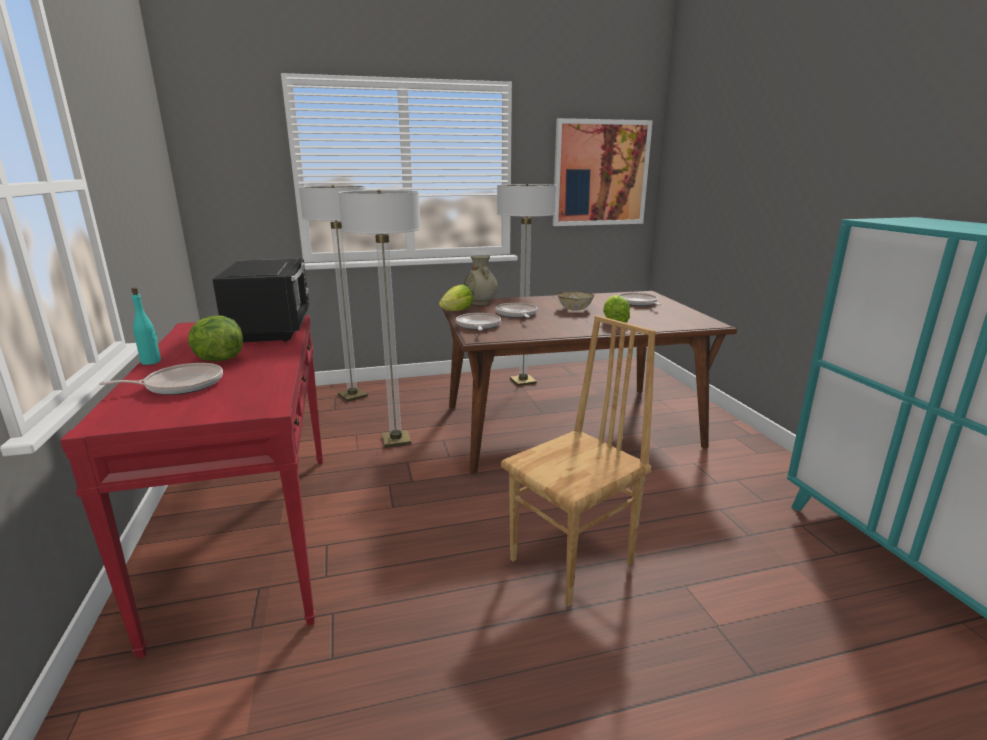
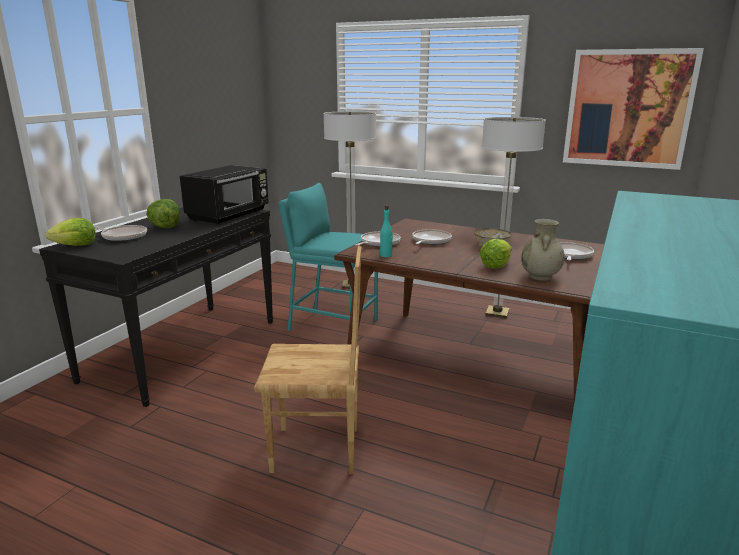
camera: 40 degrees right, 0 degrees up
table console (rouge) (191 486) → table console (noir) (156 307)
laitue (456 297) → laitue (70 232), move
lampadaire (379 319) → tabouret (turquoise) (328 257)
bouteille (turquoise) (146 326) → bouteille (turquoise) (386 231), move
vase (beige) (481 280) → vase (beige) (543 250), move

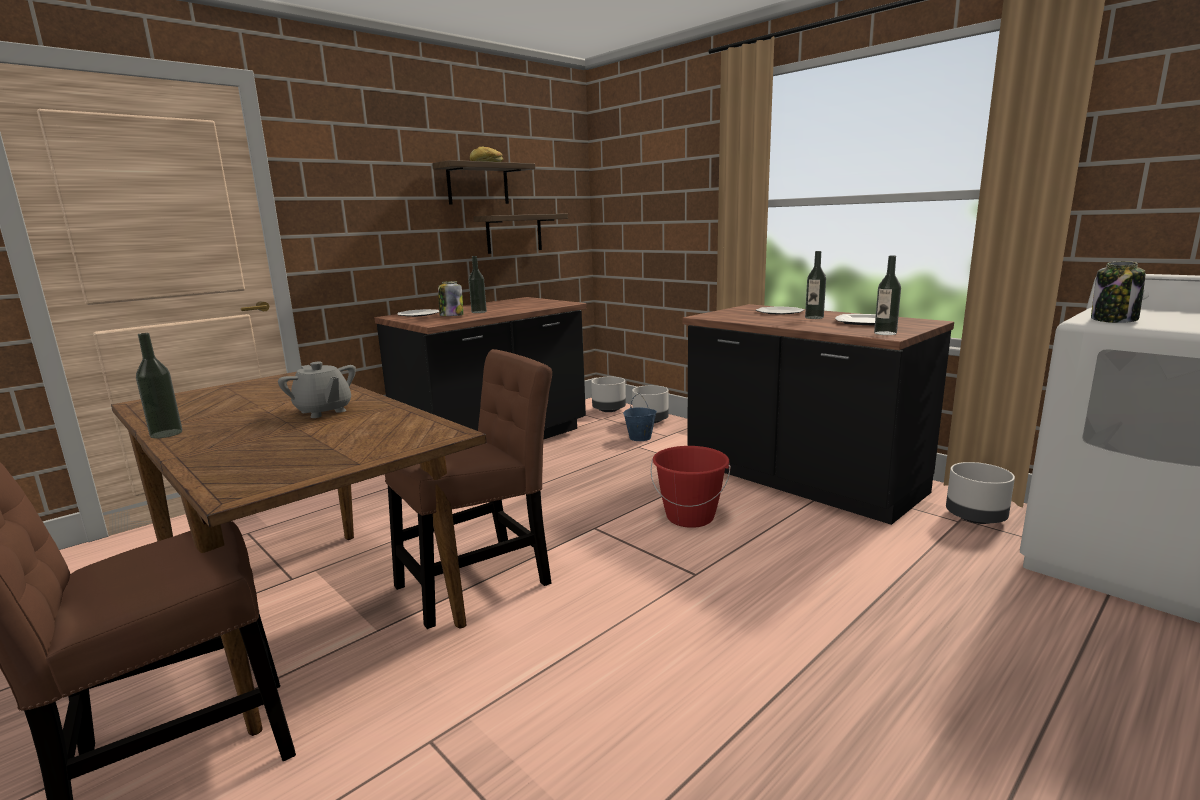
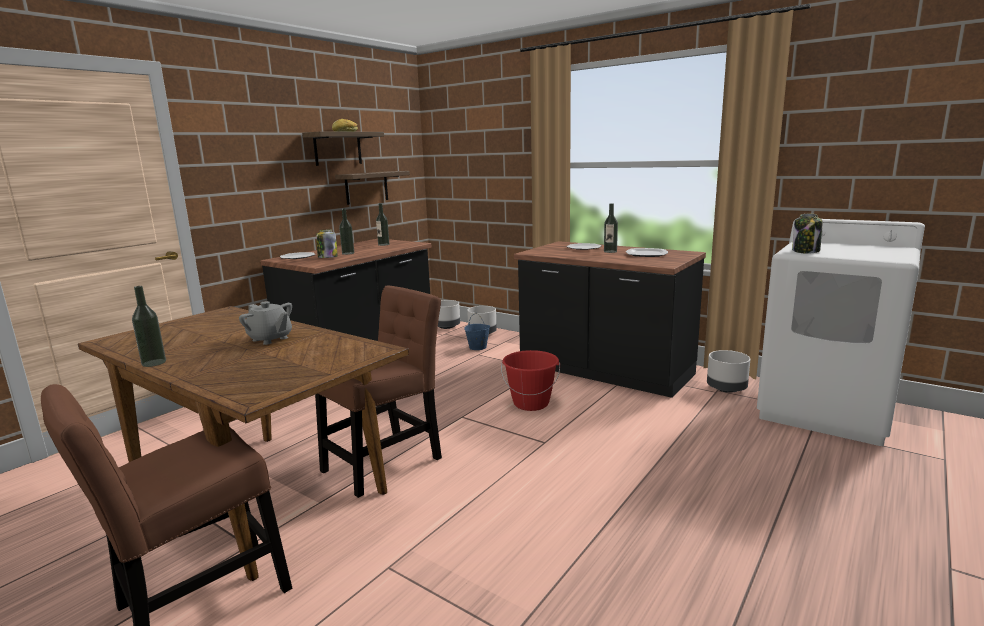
camera: 10 degrees left, 0 degrees up
bouteille (887 295) → bouteille (382 224), move

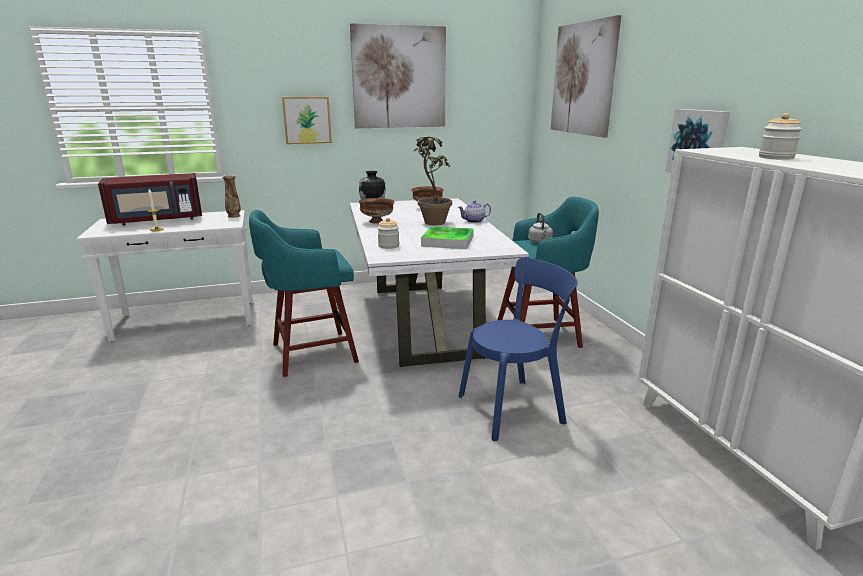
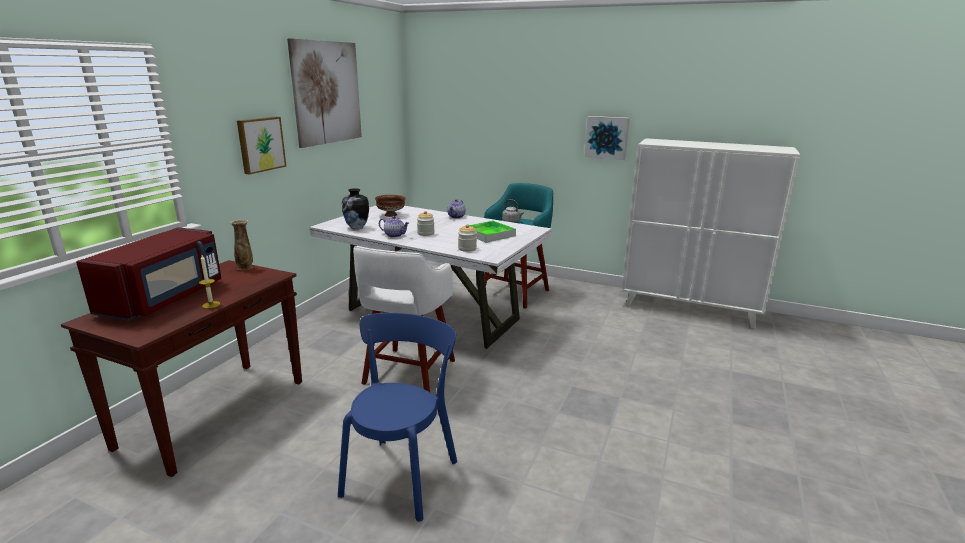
camera: 50 degrees left, 0 degrees up
table console (blanc) (165 276) → table console (marron) (181 368)
chaise (bleu) (518 349) → chaise (bleu) (397 417), move
tabouret (turquoise) (304 293) → tabouret (blanc) (404 319)
bol (marron) (376 211) → théière (394 227)
bocal (780 136) → bocal (426 223), move
plante en pot (433 181) → -
tableau (586 76) → -

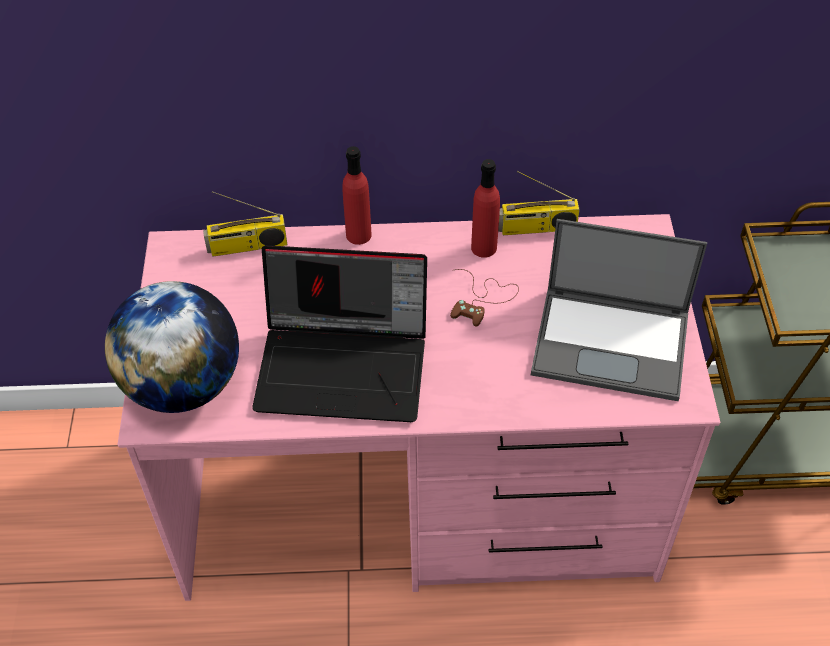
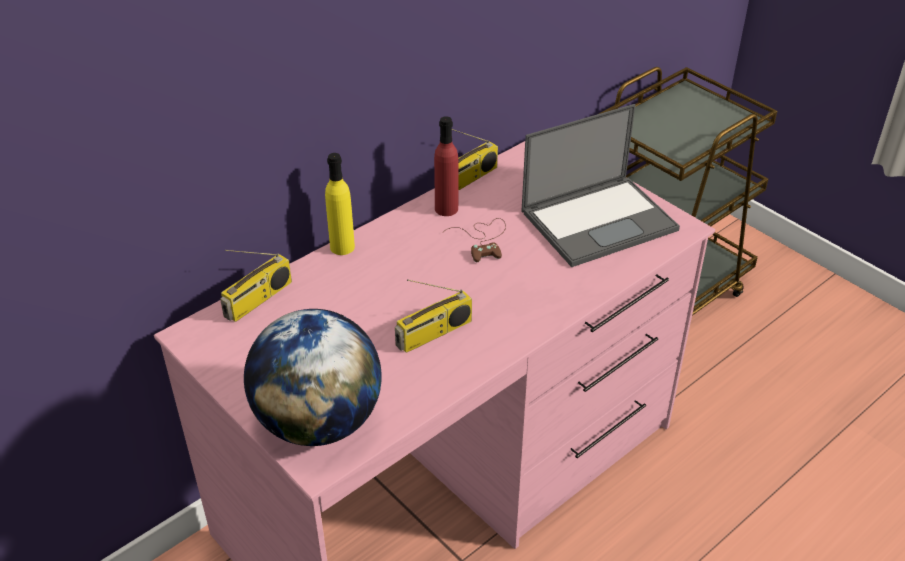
camera: 40 degrees left, 10 degrees down
bouteille (rouge) (357 195) → bouteille (jaune) (340 204)
ordinateur portable (339 333) → radio (433 316)

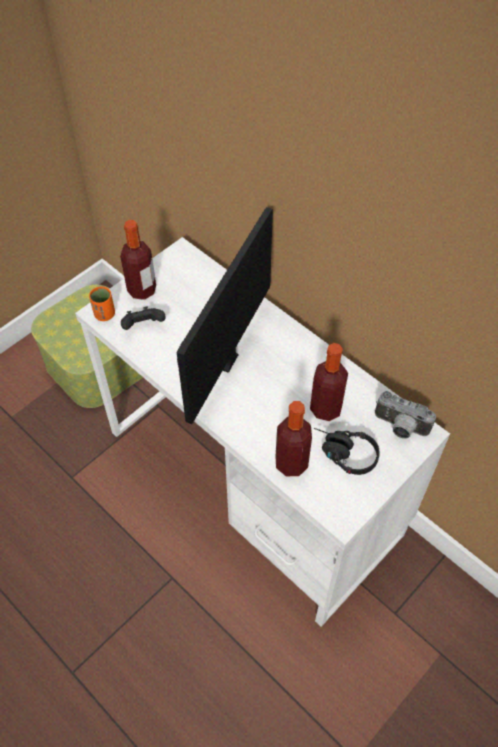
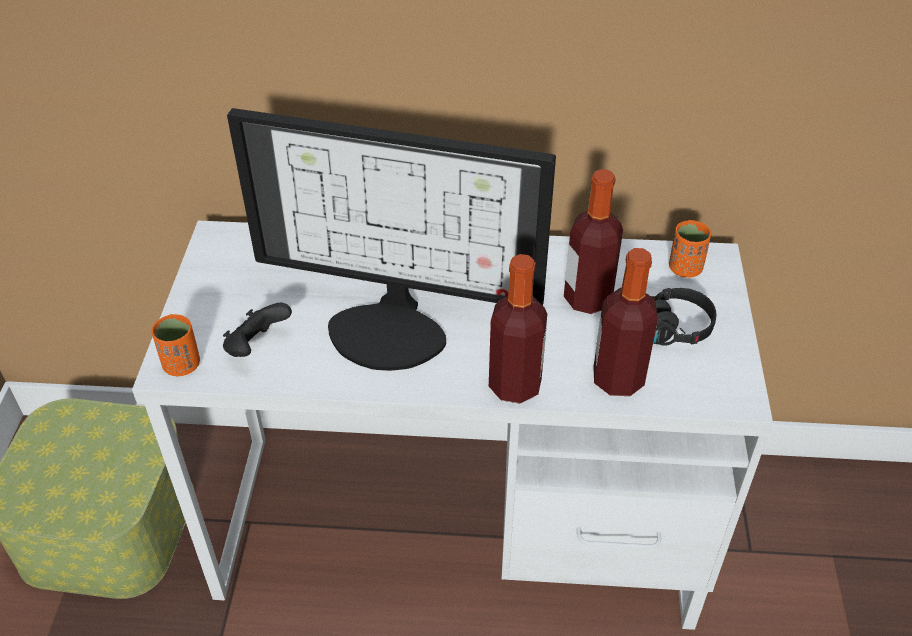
camera: 40 degrees left, 10 degrees down
écran d'ordinateur (225 315) → écran d'ordinateur (391 239), 60 degrees counterclockwise
bouteille (138 260) → bouteille (518 329), move
appareil photo (405 415) → tasse (orange) (690 249)

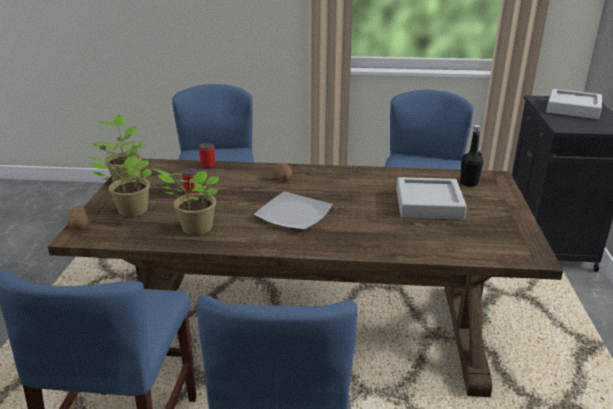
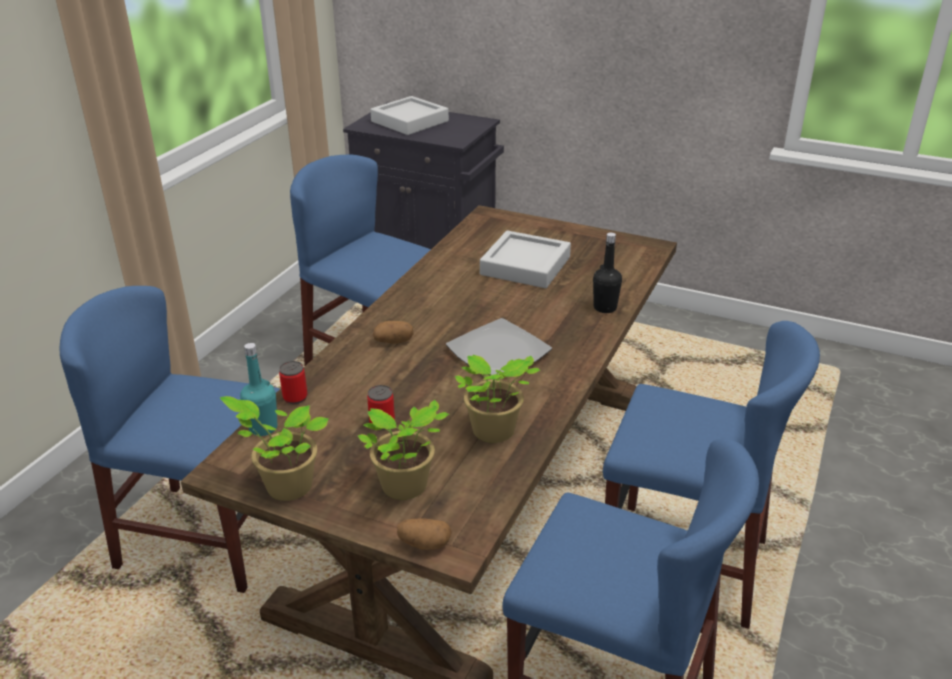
camera: 70 degrees left, 5 degrees up
- → bouteille (turquoise) (258 389)
bouteille (noir) (471 156) → bouteille (noir) (607 272), move

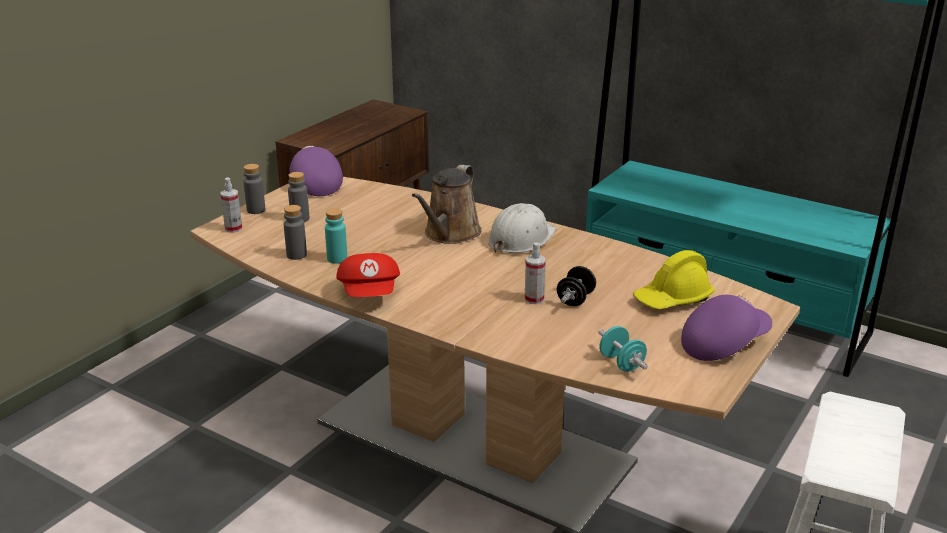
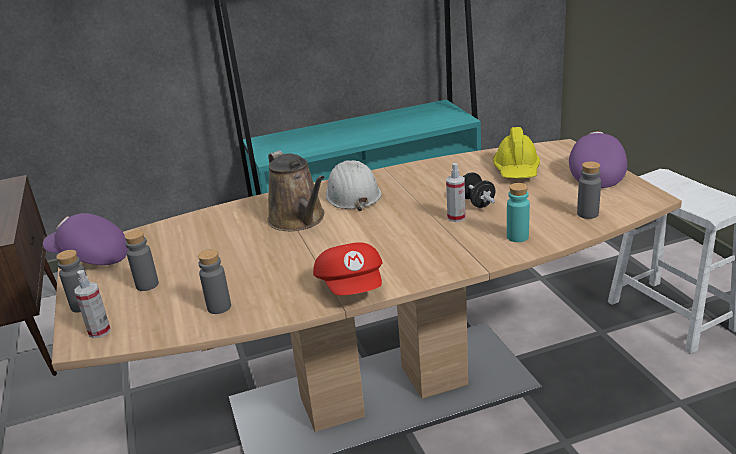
camera: 50 degrees left, 0 degrees up
casquette (rouge) (368 275) → casquette (rouge) (347 268), 45 degrees clockwise
bouteille (turquoise) (336 236) → bouteille (turquoise) (518 212), move
haltère (turquoise) (623 349) → bouteille (gris) (589 190)

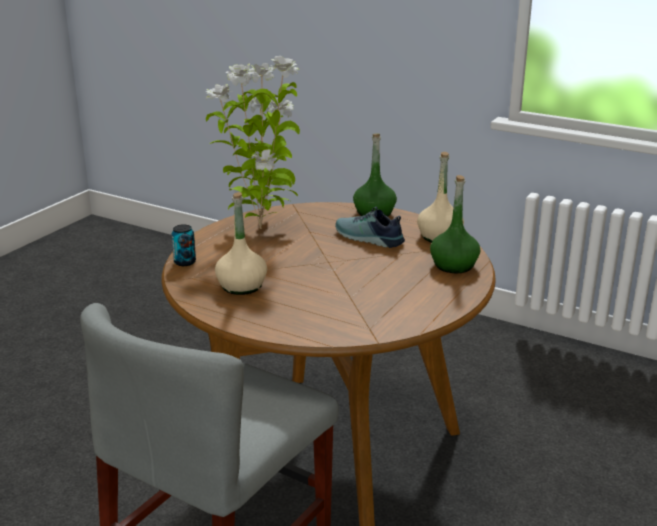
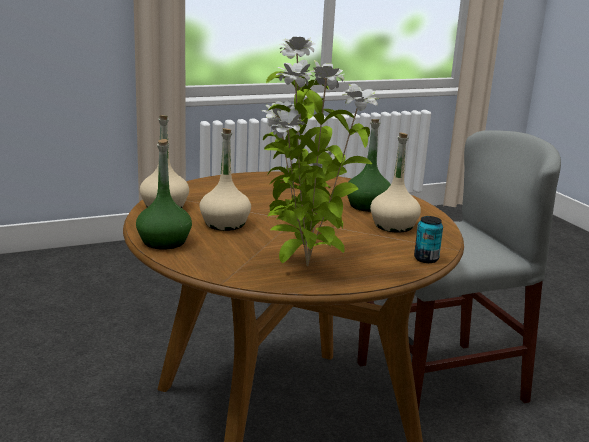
camera: 145 degrees left, 5 degrees down
chaussure (370 227) → bouteille (beige) (225 179)
bouteille (vert) (455 224) → bouteille (vert) (369 165), move

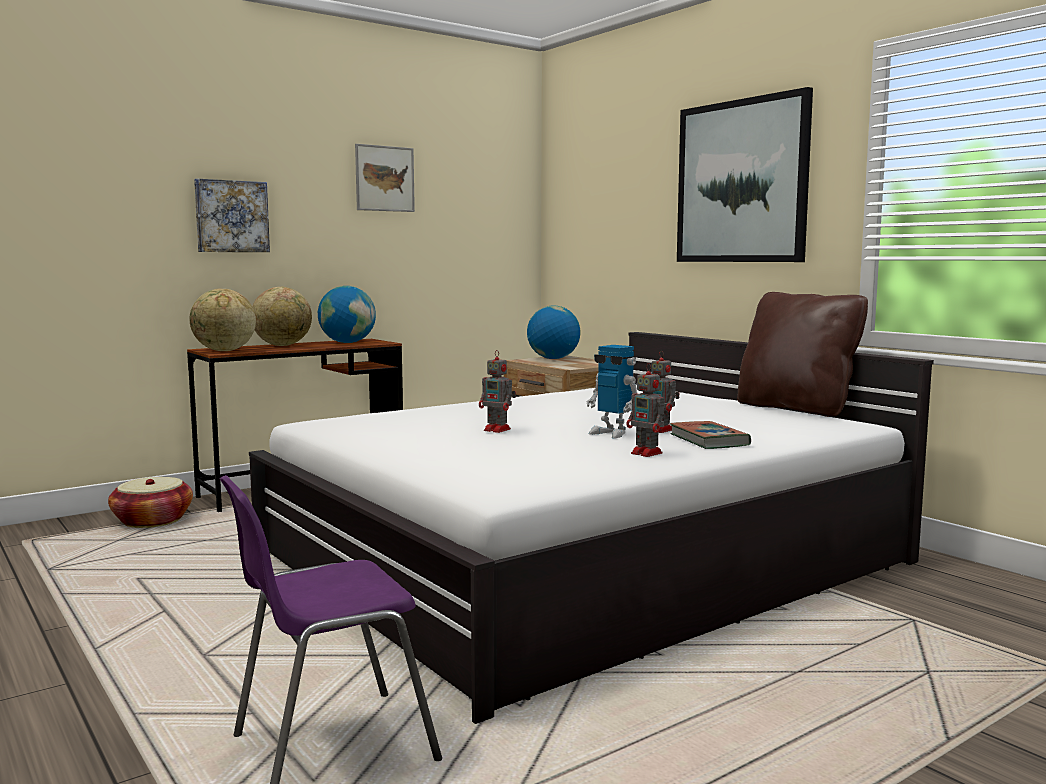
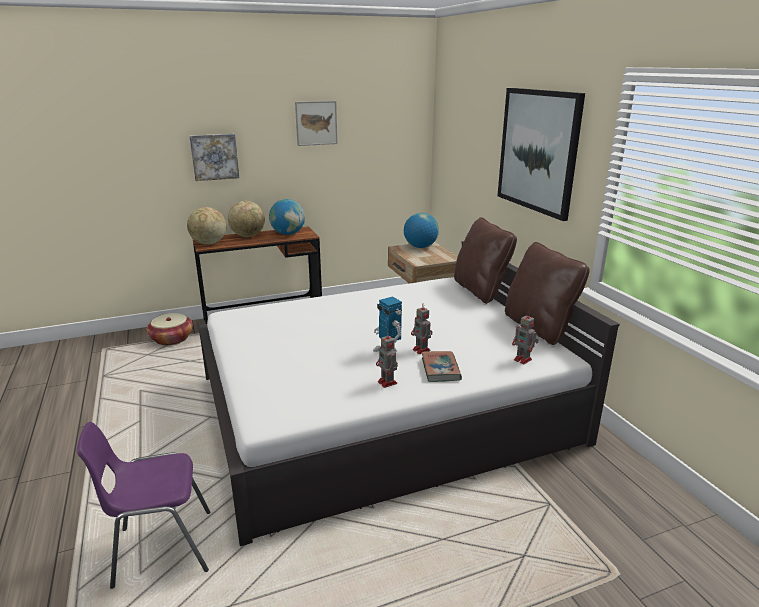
camera: 15 degrees right, 15 degrees up
- → coussin (marron) (485 260)
robot jouet (497 391) → robot jouet (525 338), move

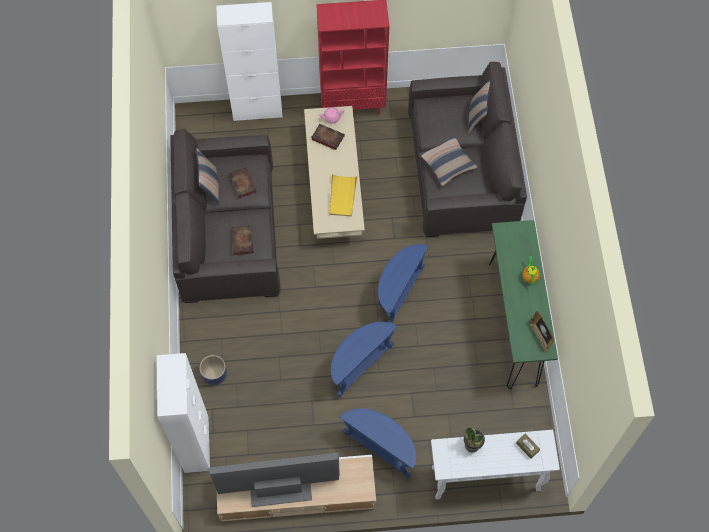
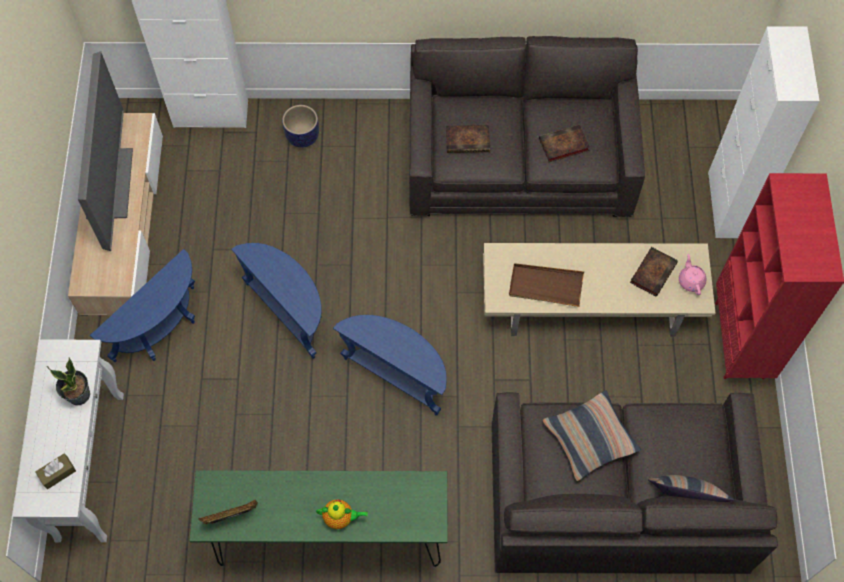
camera: 95 degrees right, 0 degrees up
plateau (jaune) (343 195) → plateau (marron) (546 285)
coussin (207 176) → -

